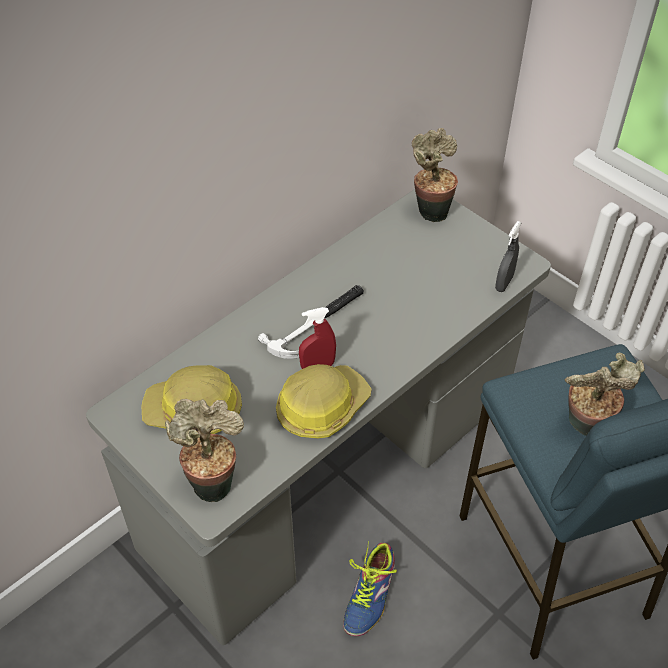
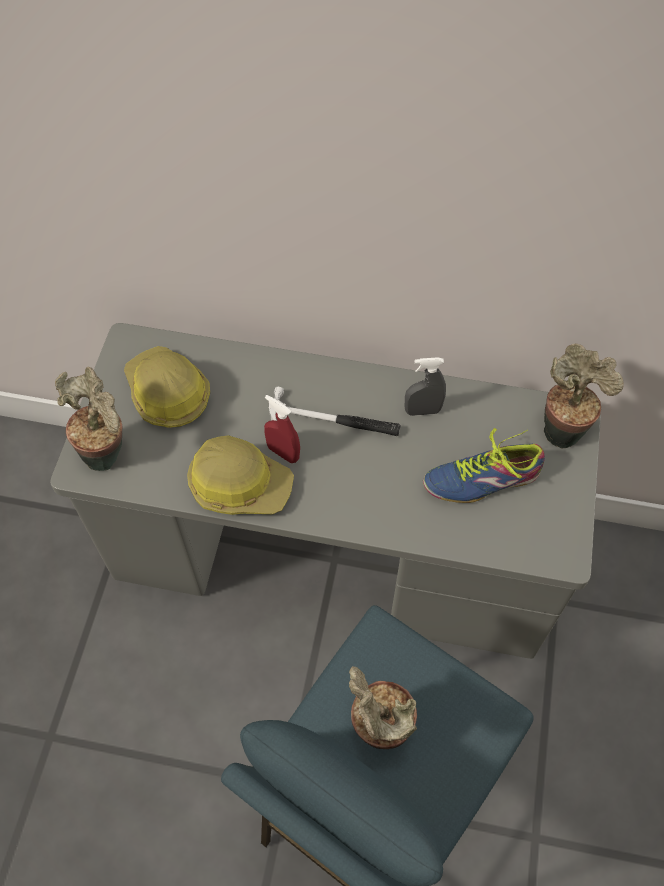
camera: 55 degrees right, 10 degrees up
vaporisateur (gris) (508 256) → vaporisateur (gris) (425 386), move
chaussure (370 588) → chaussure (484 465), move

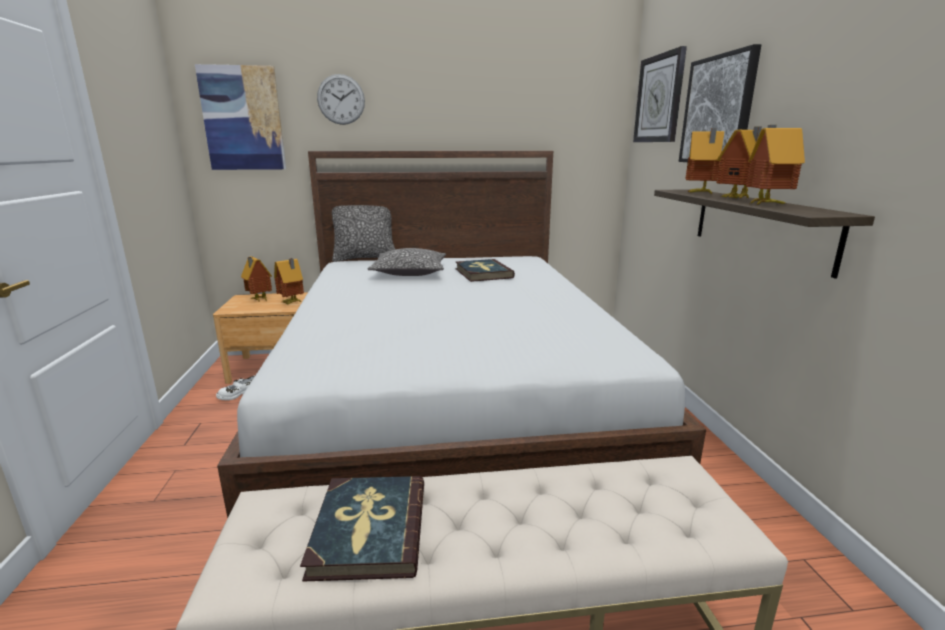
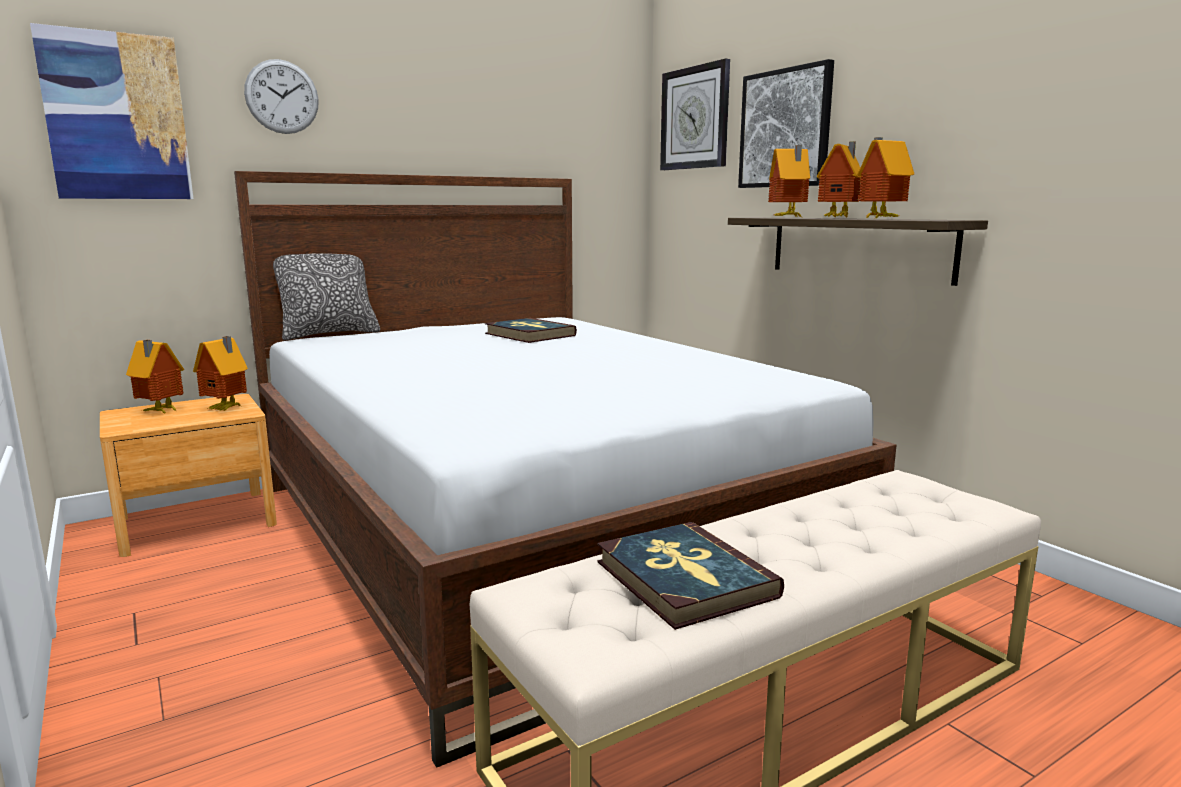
camera: 25 degrees left, 5 degrees down
chaussure (blanc) (235 387) → -
coussin (406 262) → -

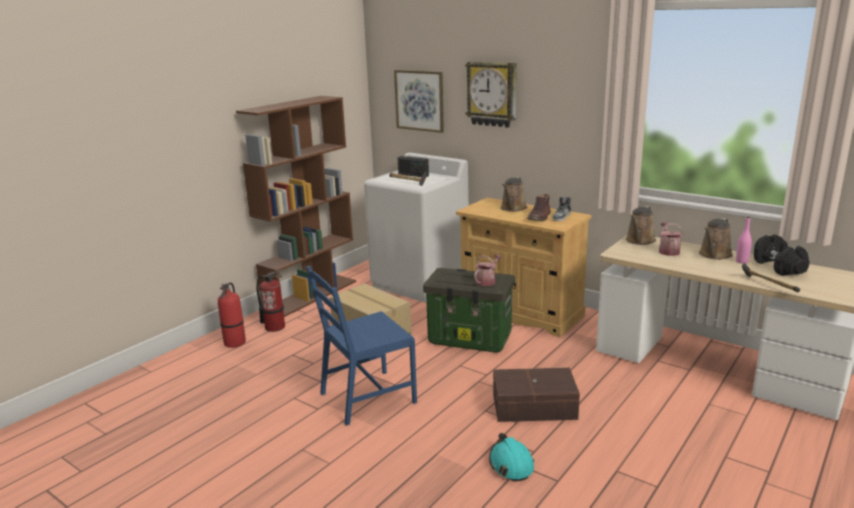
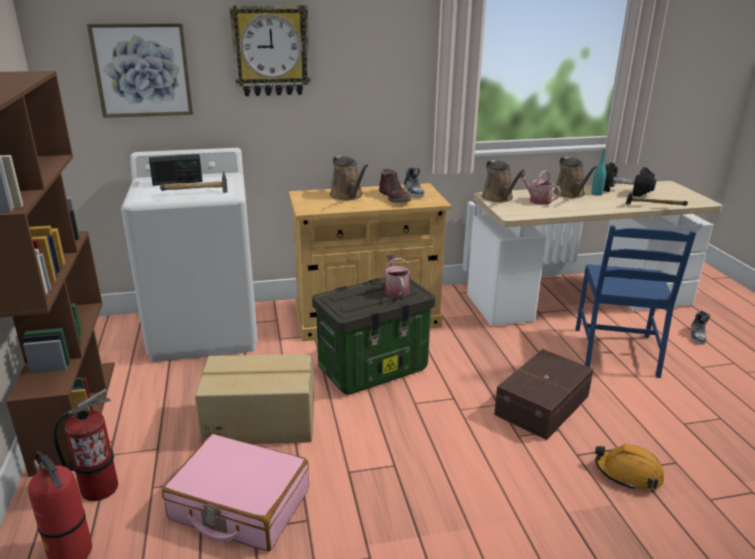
camera: 50 degrees left, 5 degrees up
- → valise (rose) (235 492)
chaise (bleu) (361 346) → chaise (bleu) (636 301), move
bouteille (rose) (744 240) → bouteille (turquoise) (598 172)
casque de chantier (turquoise) (511 457) → casque de chantier (orange) (629 467)
- → chaussure (700 327)

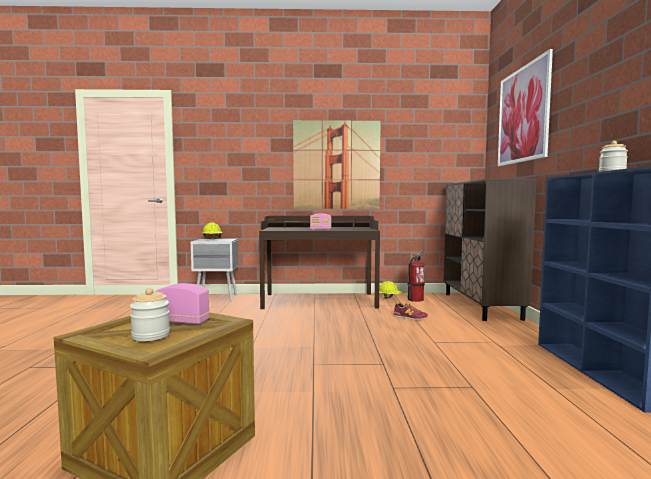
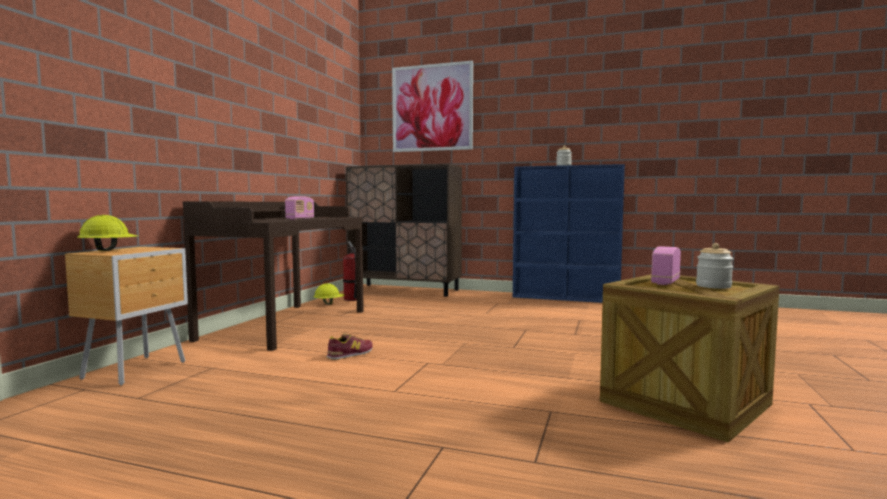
camera: 70 degrees left, 0 degrees up
table de chevet (gris) (214 270) → table de chevet (marron) (126 316)
chaussure (410 311) → chaussure (349 346), move
tableau (337 164) → -

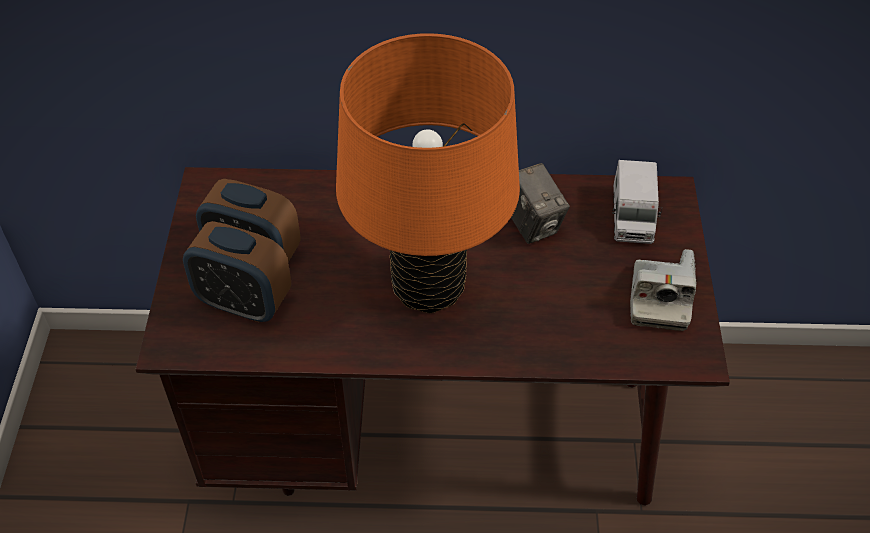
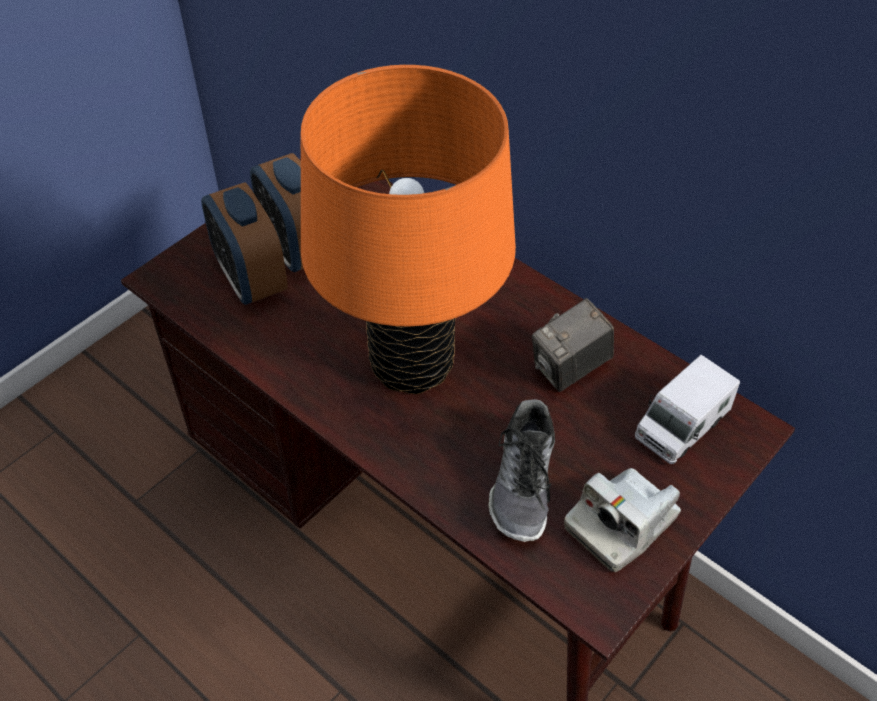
camera: 40 degrees right, 0 degrees up
- → chaussure (522 470)
appareil photo (540 203) → appareil photo (573 345), 45 degrees clockwise

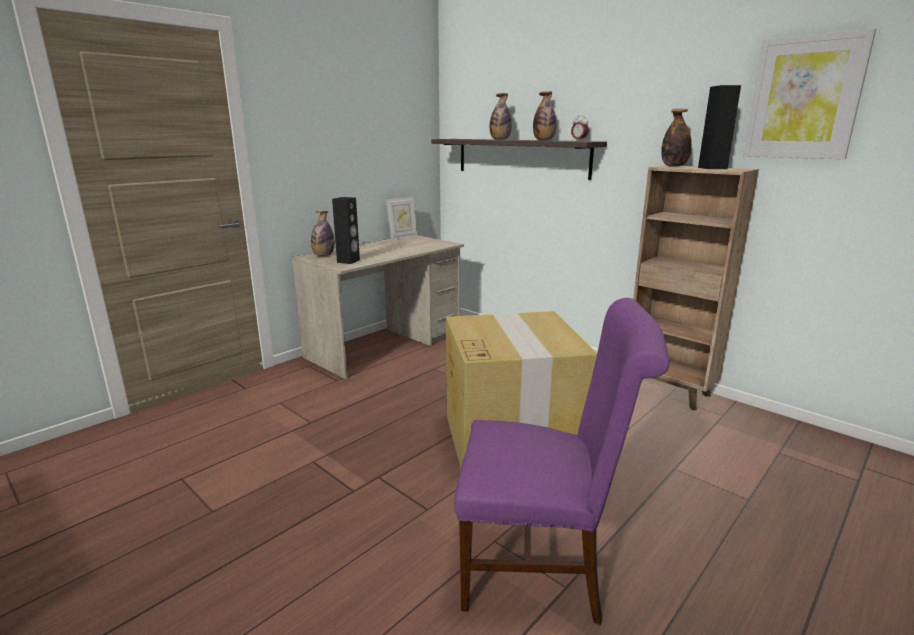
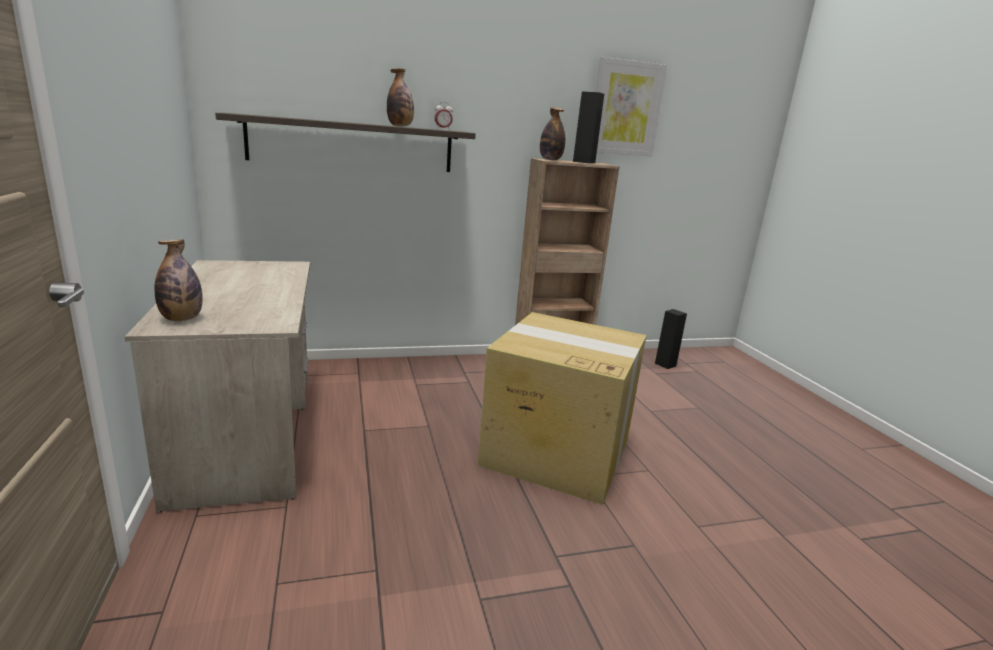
camera: 60 degrees left, 0 degrees up
enceinte (noir) (346 230) → enceinte (noir) (671 339), move
cadre photo (401 218) → -
chaise (violet) (562 461) → -
bouteille (501 116) → -

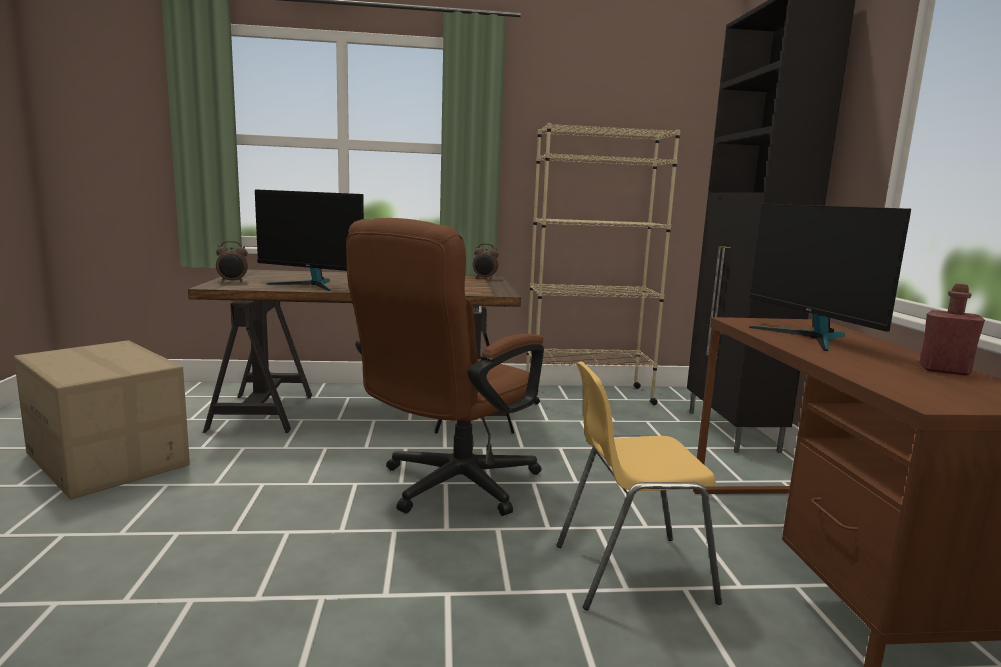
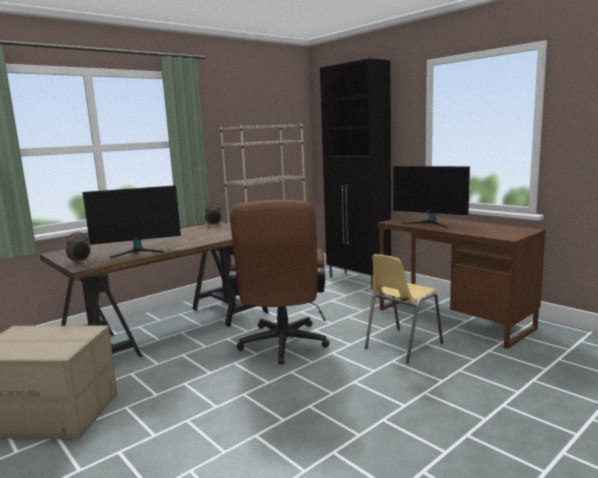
camera: 35 degrees left, 0 degrees up
bouteille (rouge) (952 330) → -

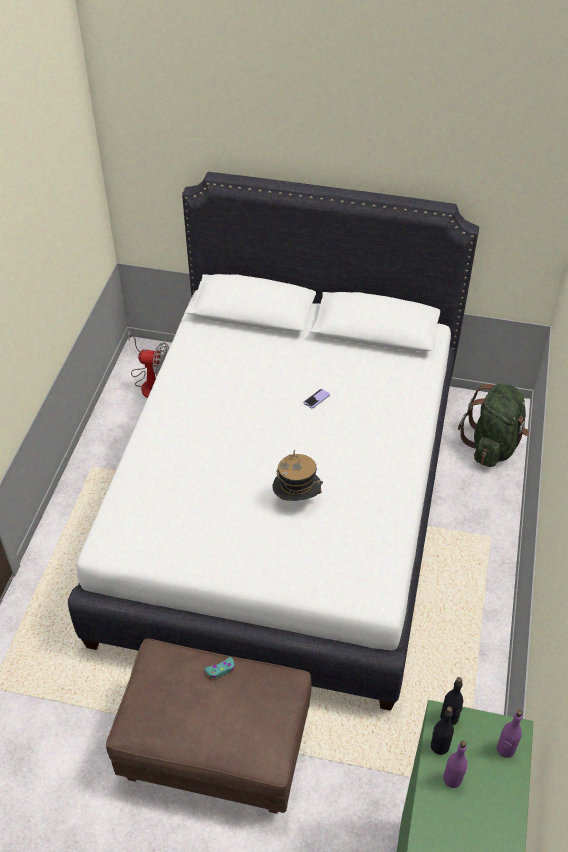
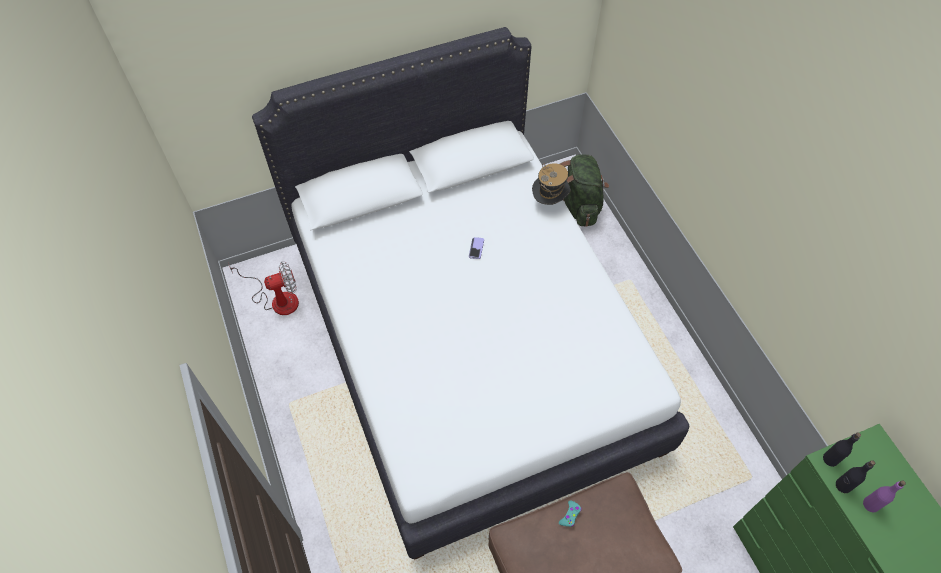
camera: 35 degrees left, 10 degrees up
chapeau (297 475) → chapeau (551 184), move
bouteille (violet) (509 734) → -

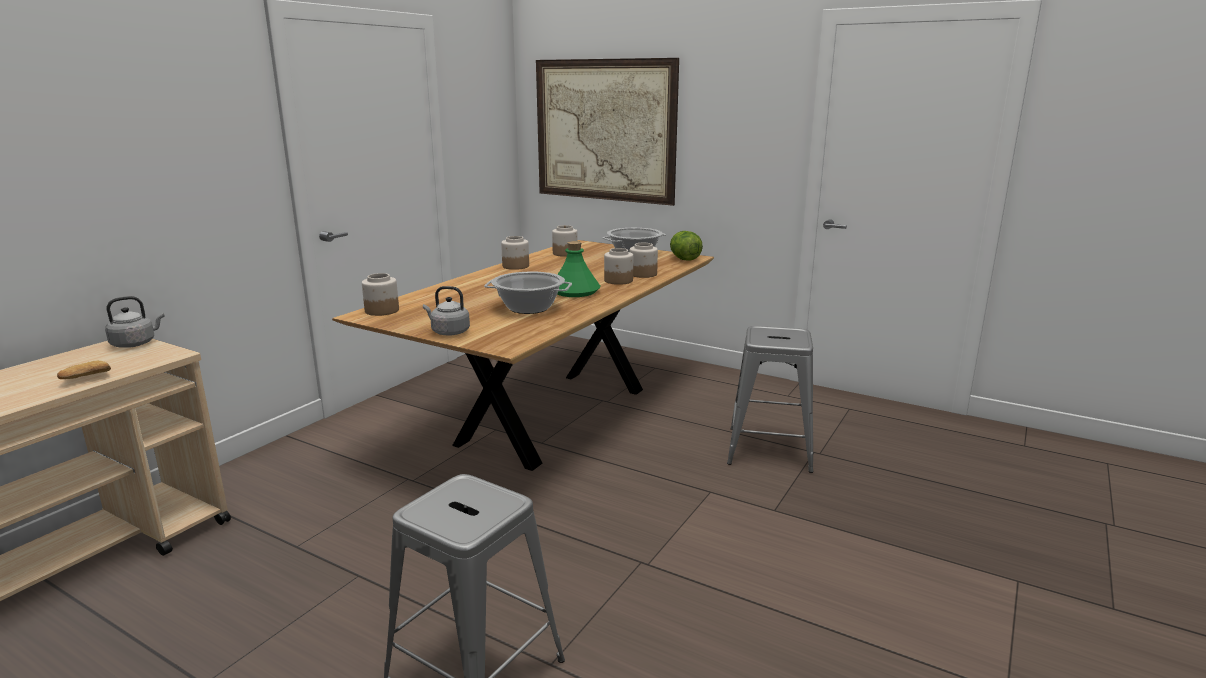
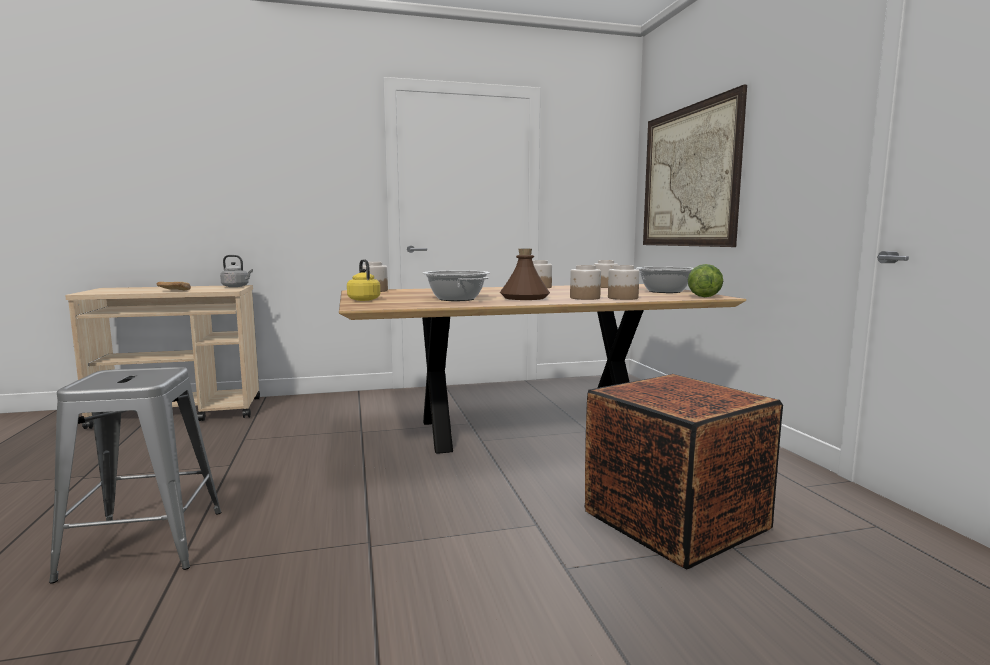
camera: 45 degrees right, 10 degrees down
bouilloire (gris) (446 311) → bouilloire (jaune) (363 280)
bouteille (vert) (578 269) → bouteille (marron) (525 274)
tabouret (gris) (770 399) → caisse (684 472)

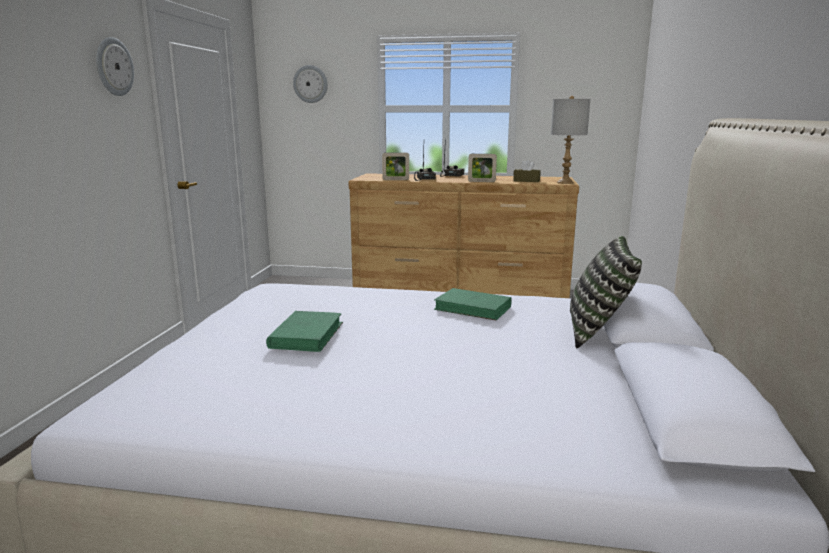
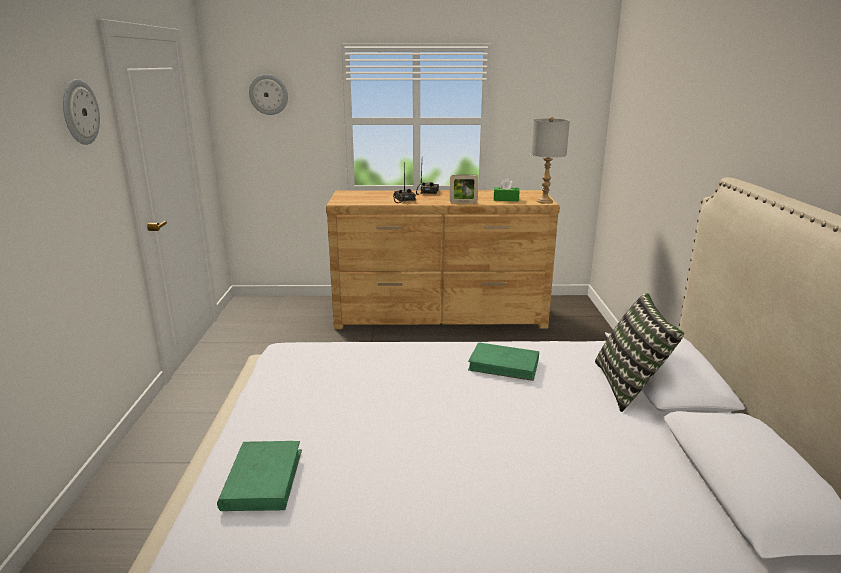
camera: 10 degrees left, 5 degrees up
livre (vert) (304 331) → livre (vert) (259 476), move
boîte à mouchoirs (marron) (527 170) → boîte à mouchoirs (vert) (507 189)
cadre photo (395 166) → -

